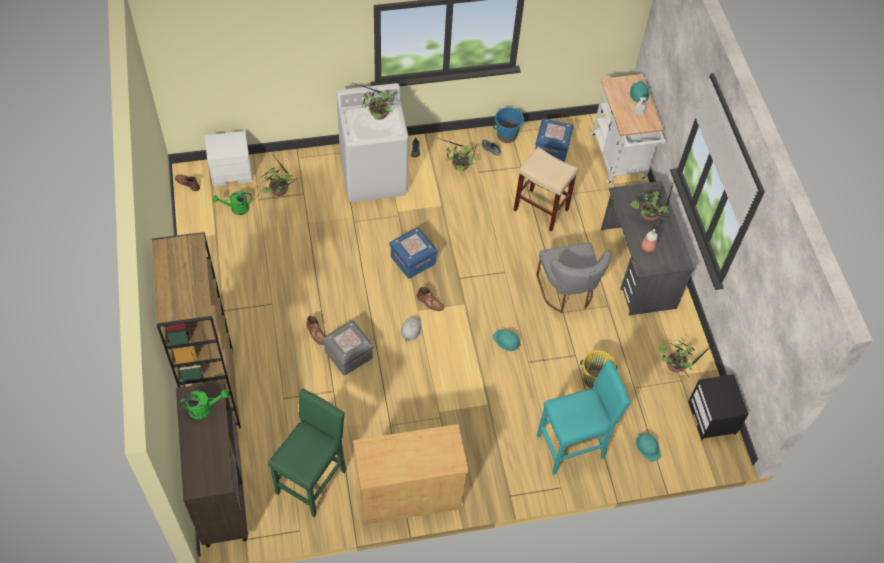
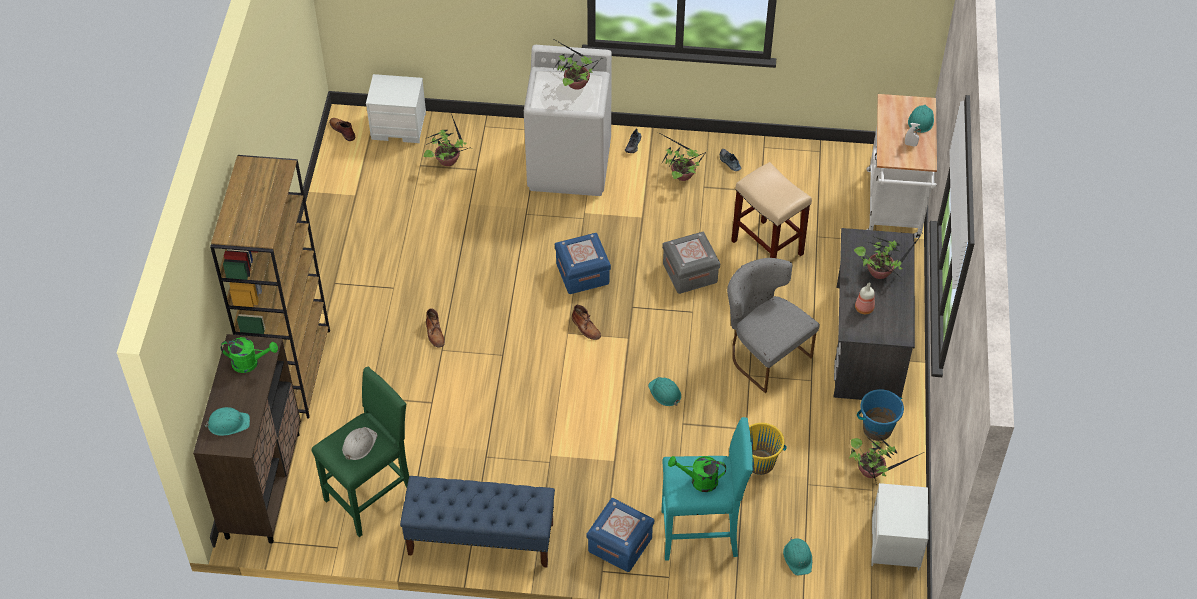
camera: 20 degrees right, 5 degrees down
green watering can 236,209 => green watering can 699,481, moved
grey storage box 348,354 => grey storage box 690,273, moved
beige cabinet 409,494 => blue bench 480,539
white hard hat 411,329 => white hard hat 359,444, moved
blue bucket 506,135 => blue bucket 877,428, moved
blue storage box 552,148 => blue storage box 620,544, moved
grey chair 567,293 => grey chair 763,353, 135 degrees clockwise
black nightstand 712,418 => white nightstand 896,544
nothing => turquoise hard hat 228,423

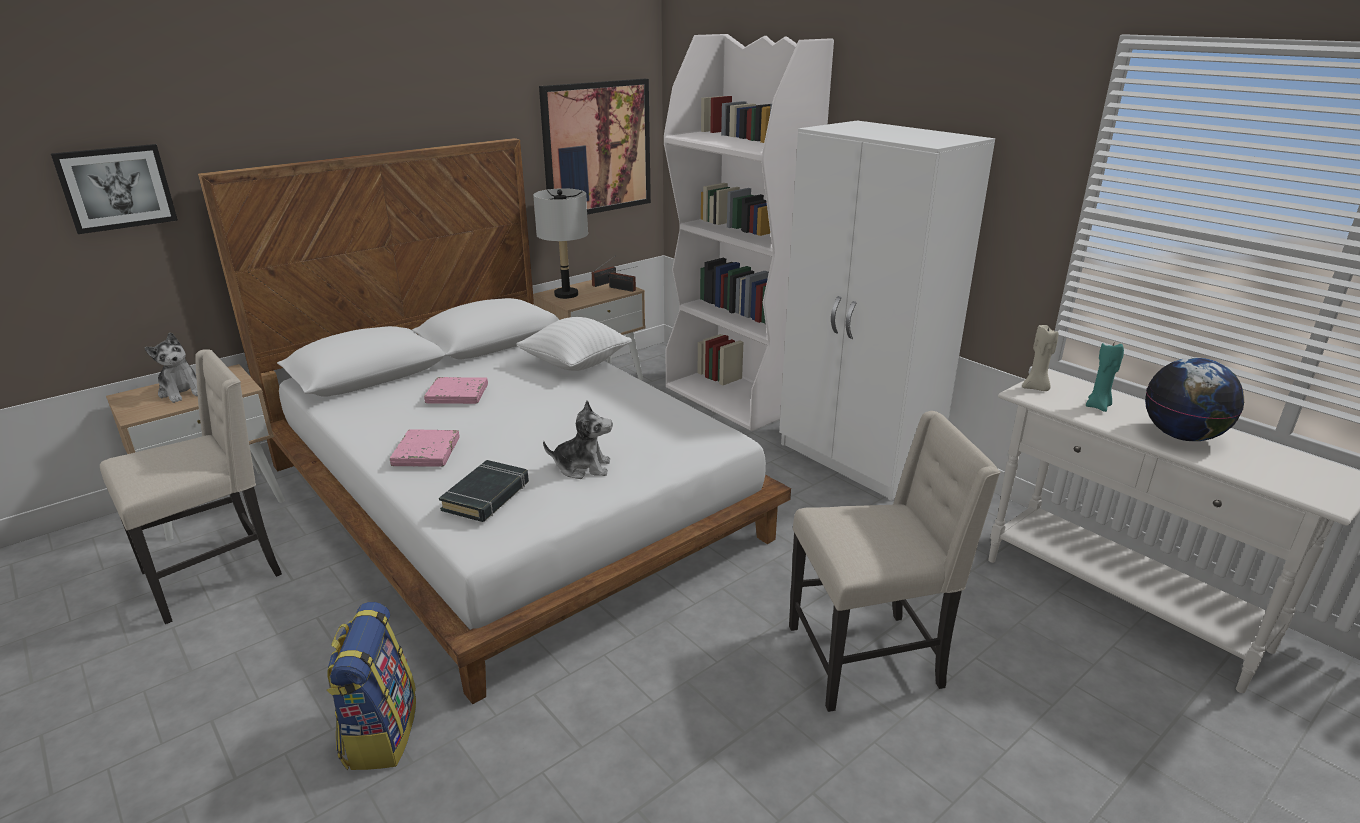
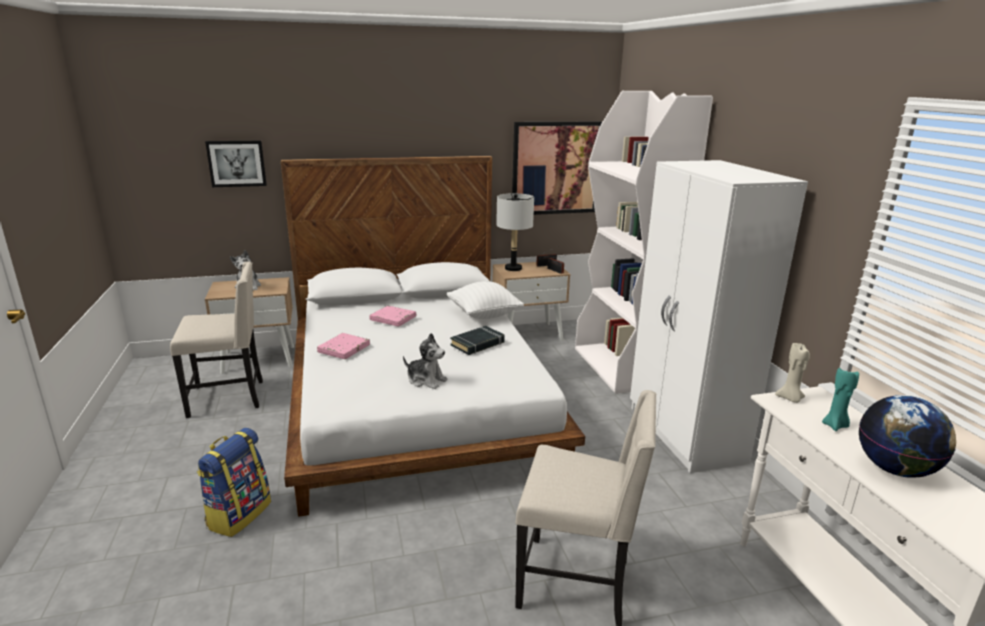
camera: 25 degrees right, 5 degrees down
black book 486,496 => black book 478,344, moved

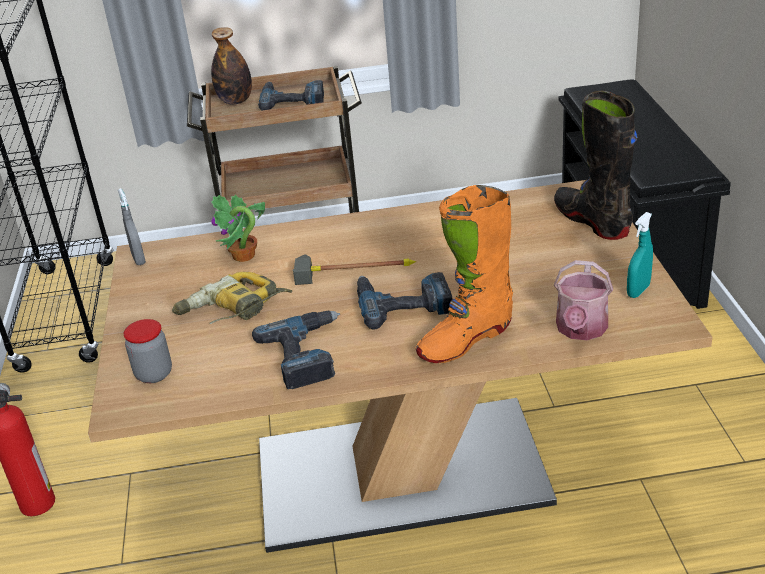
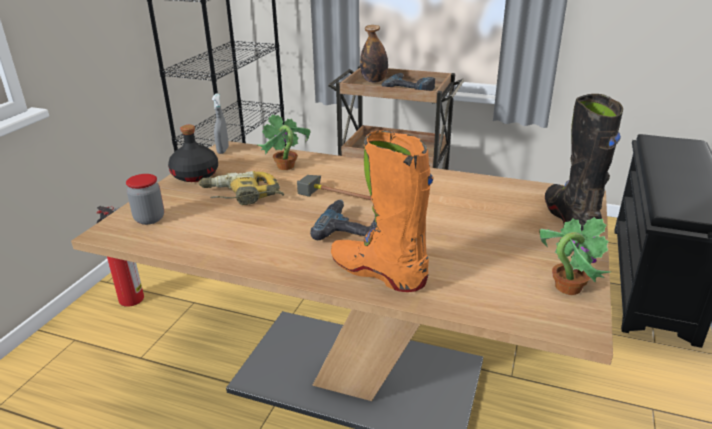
camera: 25 degrees right, 5 degrees down
power drill 307,354 => nothing
orange boot 465,340 => orange boot 378,273, 45 degrees clockwise
watering can 580,330 => nothing
turquoise spray bottle 638,291 => potted plant 567,287
nothing => black bottle 196,175

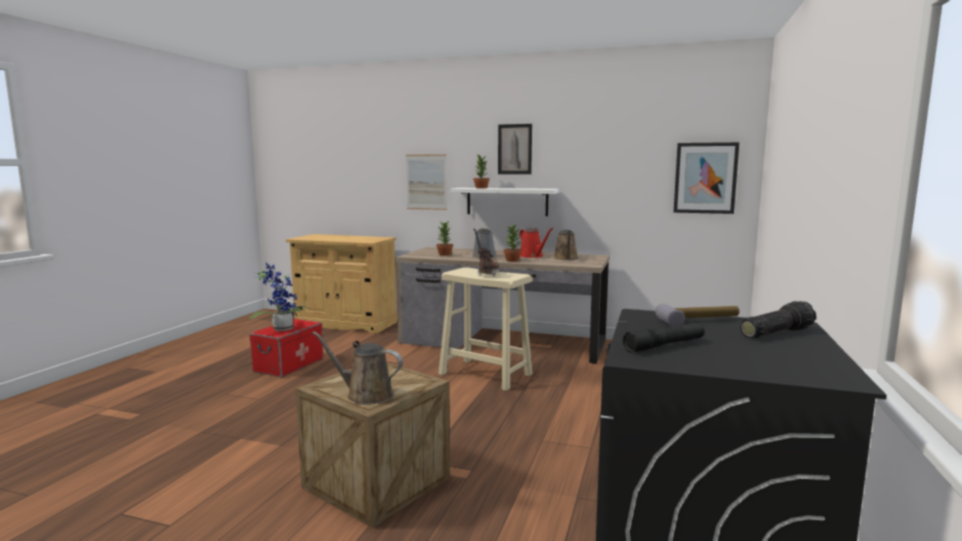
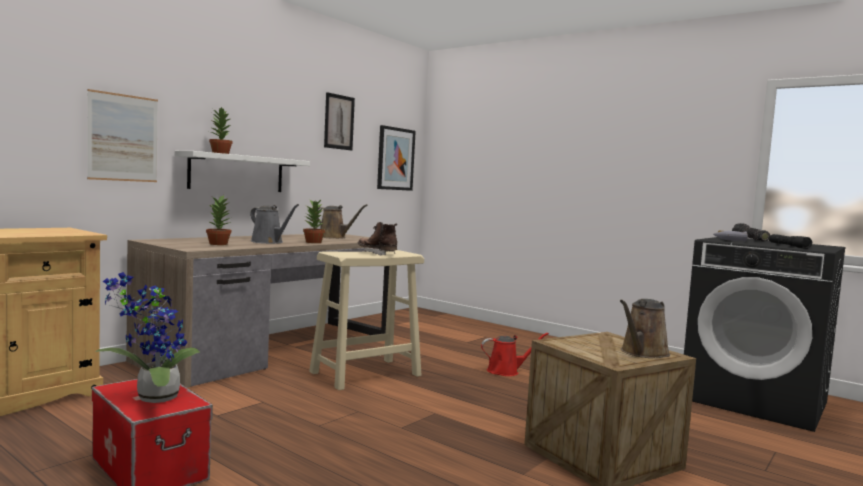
camera: 70 degrees left, 5 degrees down
picture 515,149 => picture 339,122, moved
red watering can 532,256 => red watering can 506,371, moved

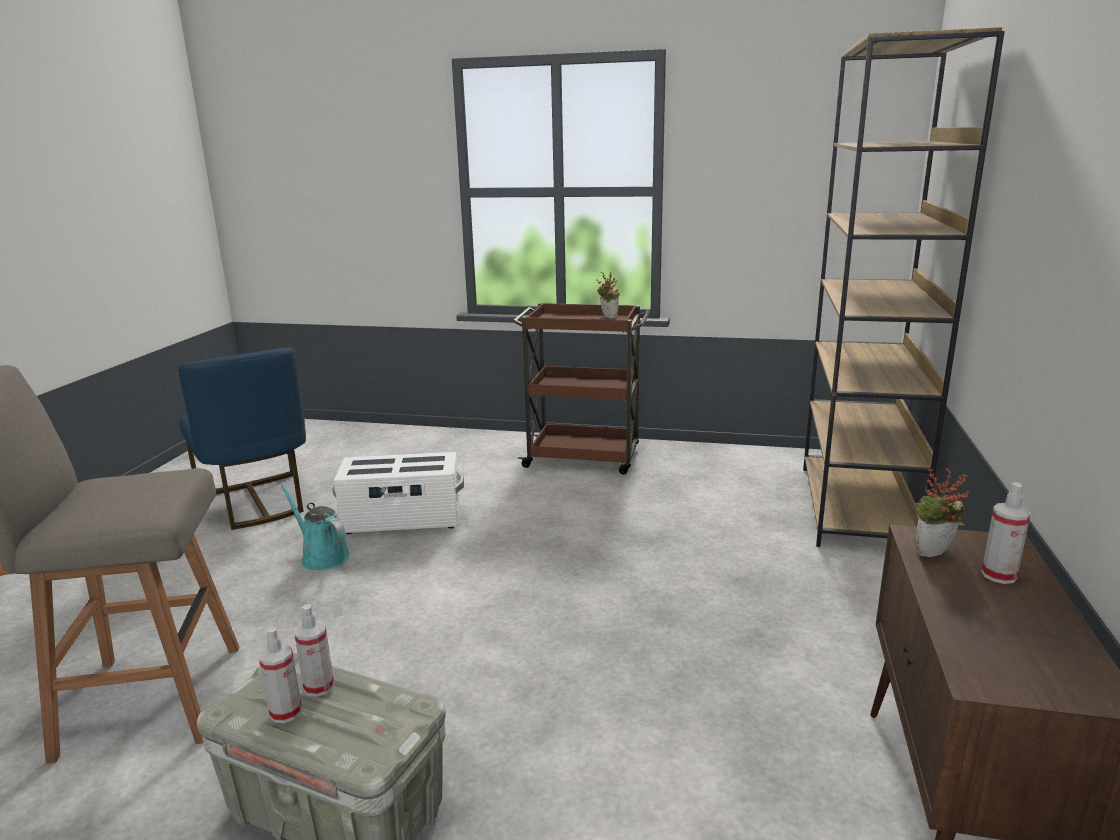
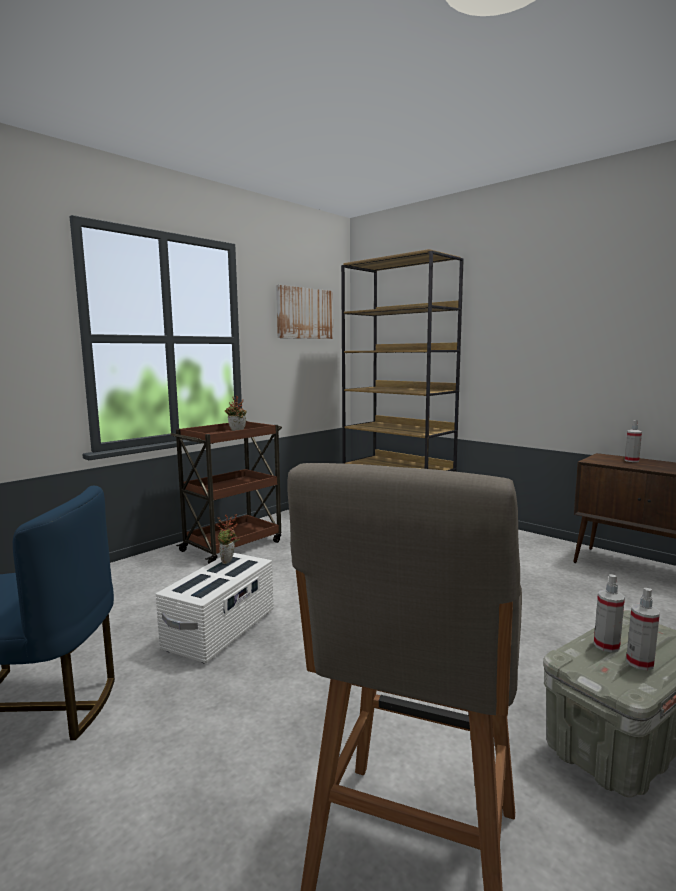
camera: 60 degrees left, 10 degrees down
turquoise watering can 322,556 => nothing
potted plant 933,555 => potted plant 229,561, moved
nothing => picture 304,313

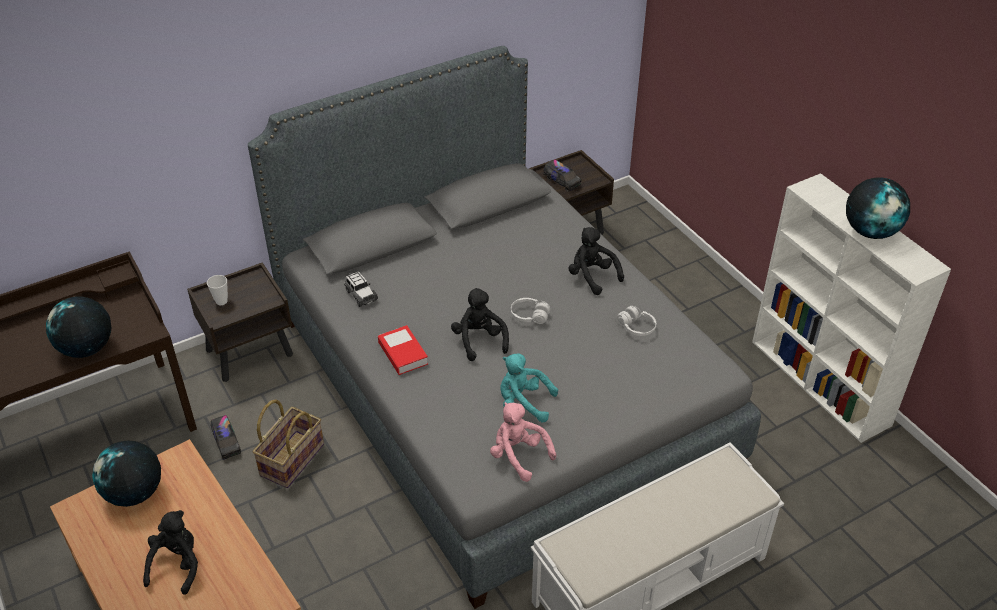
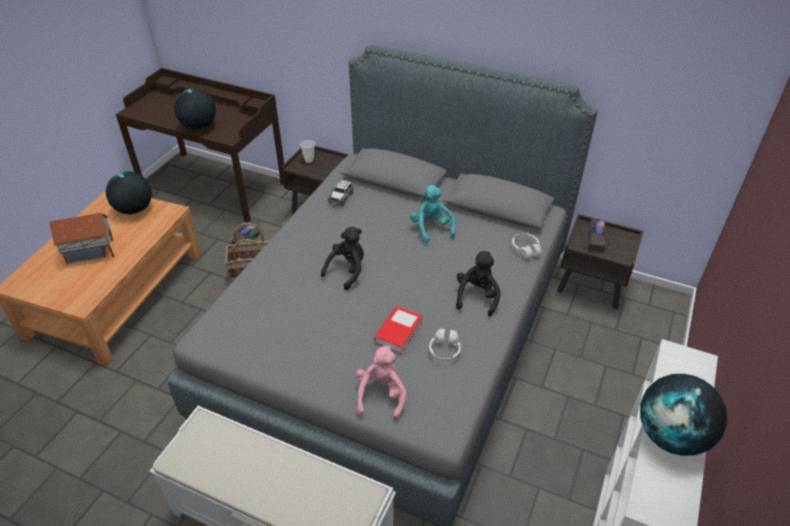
camera: 55 degrees right, 0 degrees up
black plush toy 177,565 => toy house 91,252
book 403,353 => book 398,332, moved
pink plush toy 518,455 => pink plush toy 381,395, moved
turquoise plush toy 523,403 => turquoise plush toy 431,228, moved
white headphones 529,316 => white headphones 525,249, moved

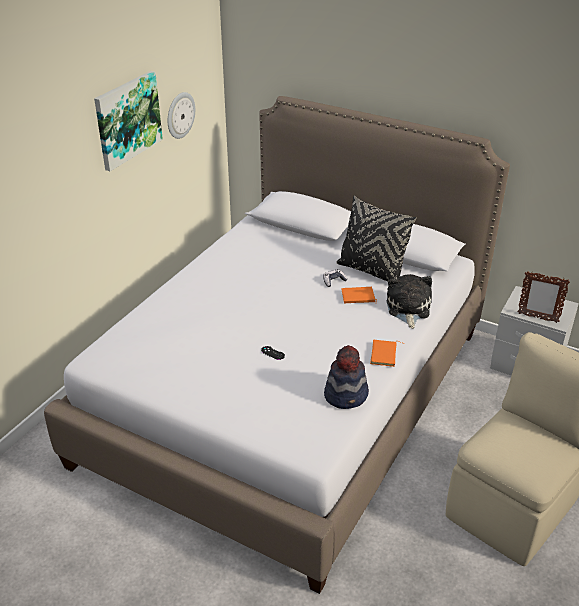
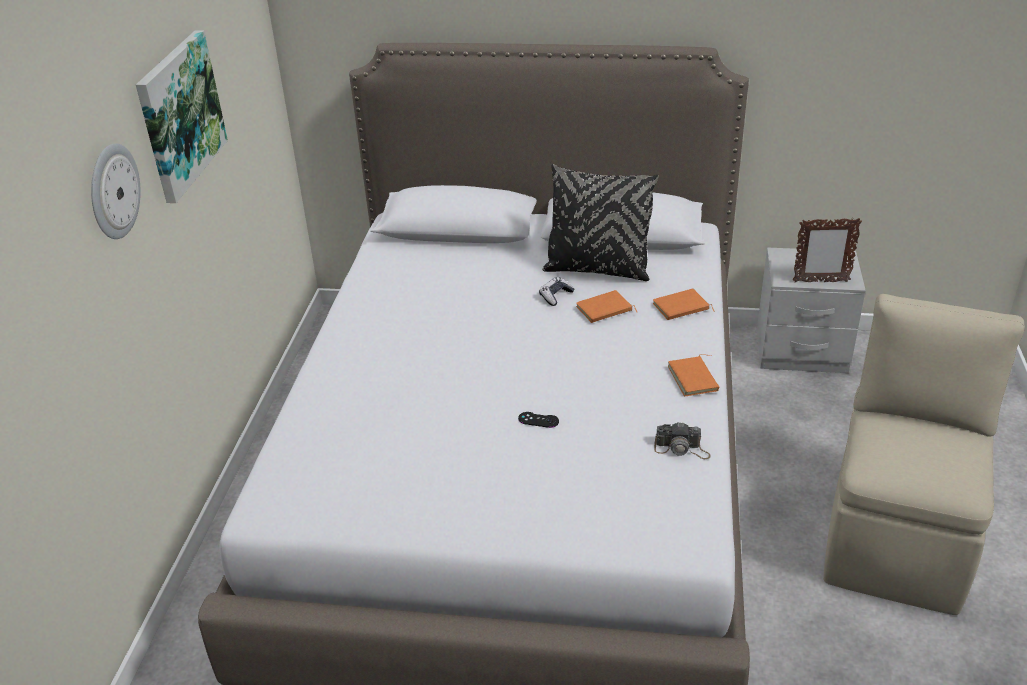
camera: 20 degrees left, 0 degrees up
wall clock 180,115 => wall clock 113,191, moved
hat 346,395 => photo camera 682,449
plush toy 408,309 => orange book 681,308

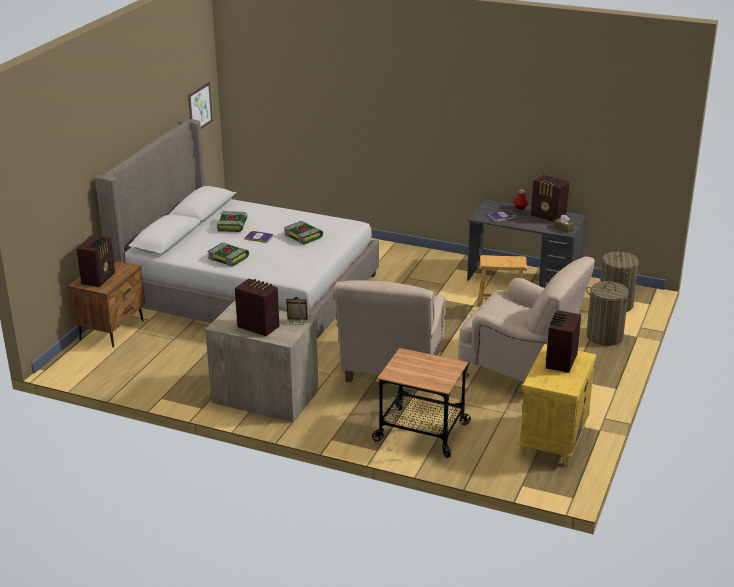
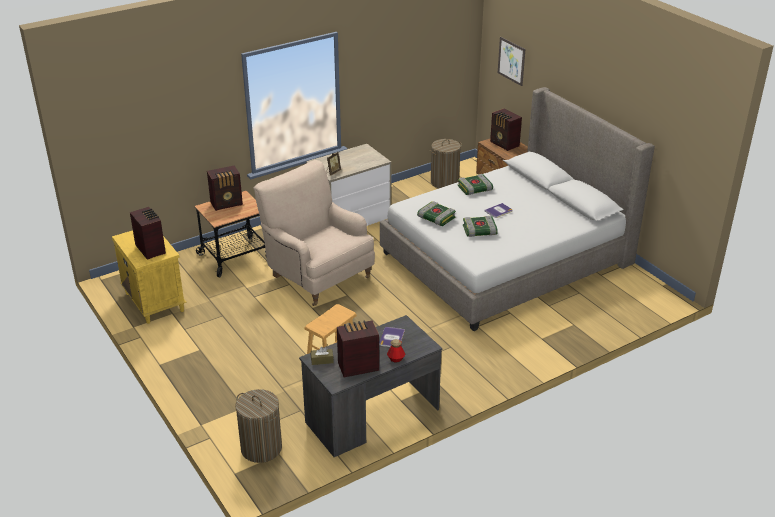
camera: 125 degrees right, 5 degrees up
picture 200,108 => picture 511,61, moved
book 232,226 => book 435,218, moved
radio 258,326 => radio 227,204, moved
beige armchair 521,369 => nothing
laundry basket 604,336 => laundry basket 444,182, moved

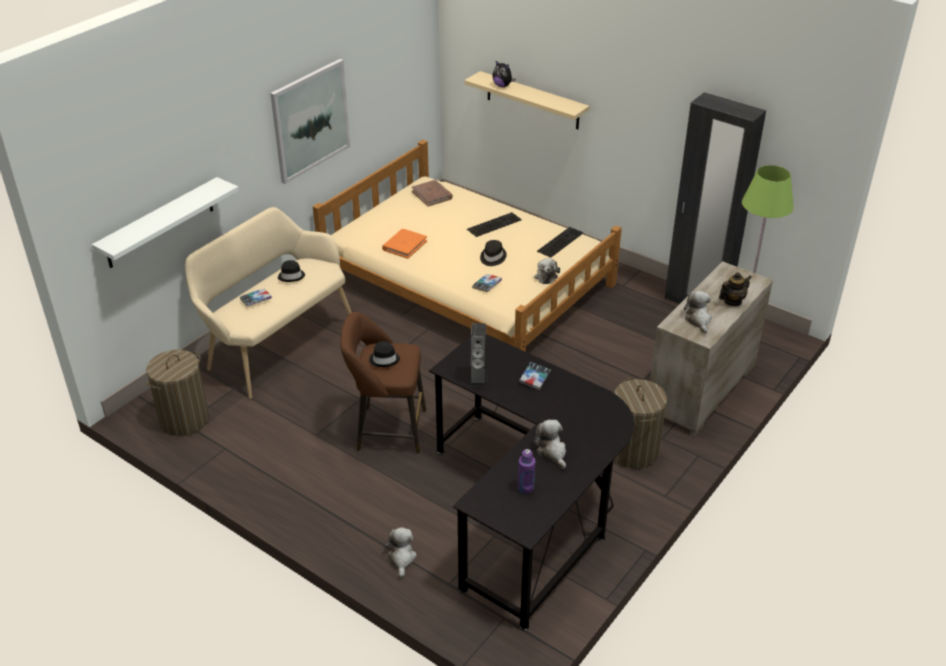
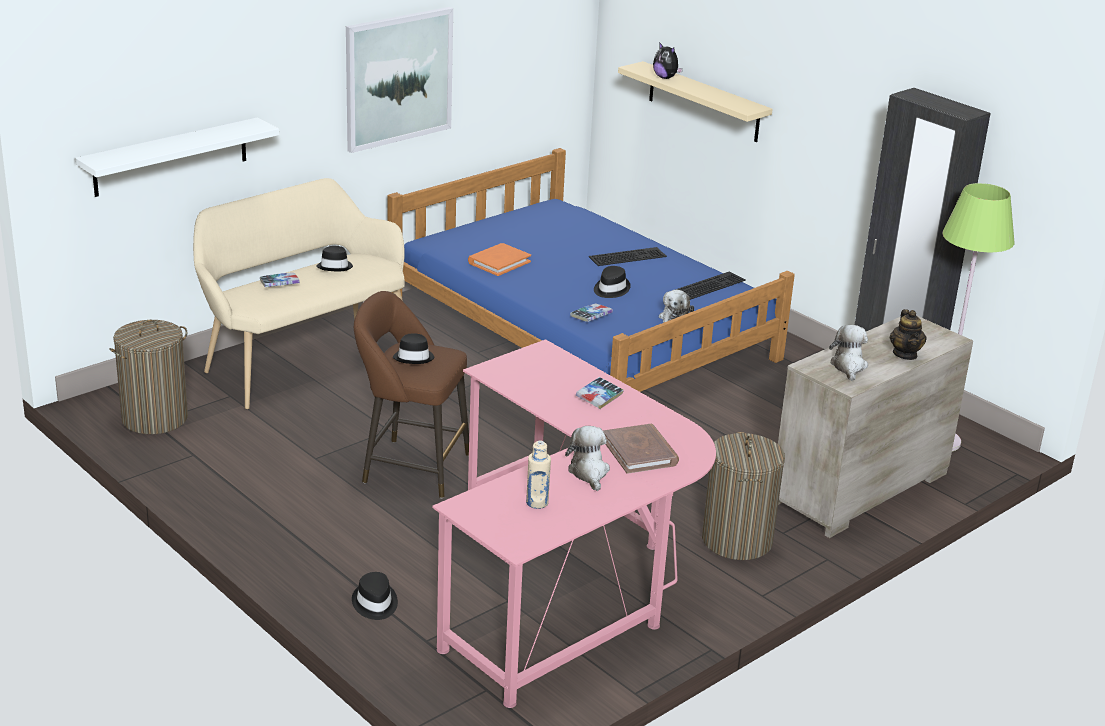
camera: 10 degrees right, 10 degrees down
beige bed 468,281 => blue bed 582,329
plush toy 401,558 => black hat 374,603
brown book 432,195 => brown book 640,452, moved
black desk 530,507 => pink desk 569,578
speaker 478,377 => nothing
purple bottle 525,488 => beige bottle 537,503
teapot 732,301 => teapot 905,354, 105 degrees clockwise

